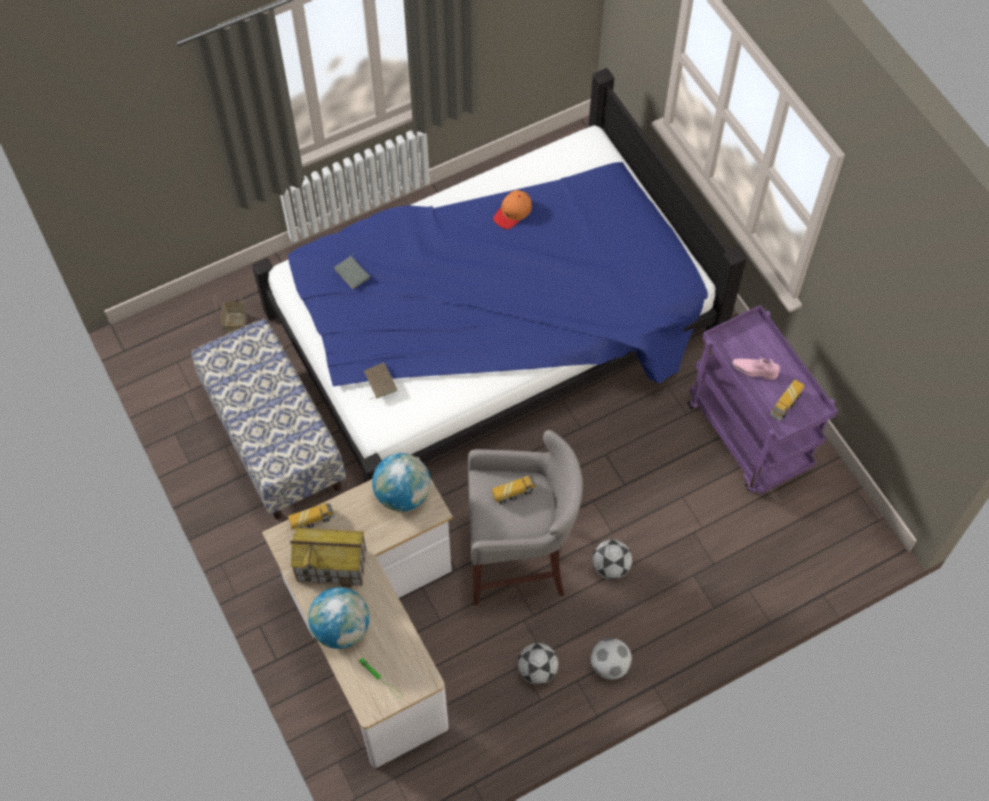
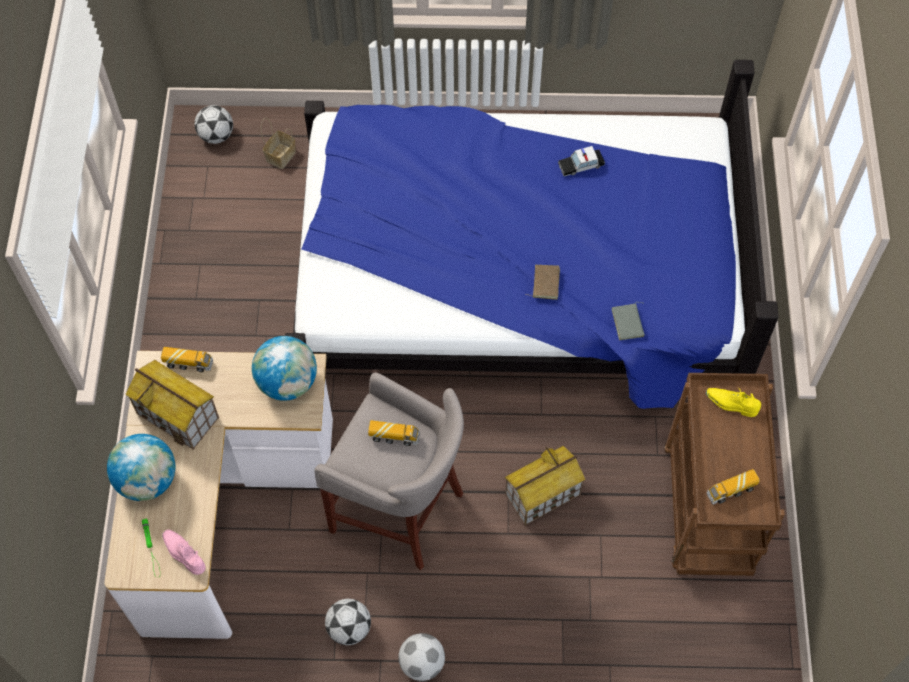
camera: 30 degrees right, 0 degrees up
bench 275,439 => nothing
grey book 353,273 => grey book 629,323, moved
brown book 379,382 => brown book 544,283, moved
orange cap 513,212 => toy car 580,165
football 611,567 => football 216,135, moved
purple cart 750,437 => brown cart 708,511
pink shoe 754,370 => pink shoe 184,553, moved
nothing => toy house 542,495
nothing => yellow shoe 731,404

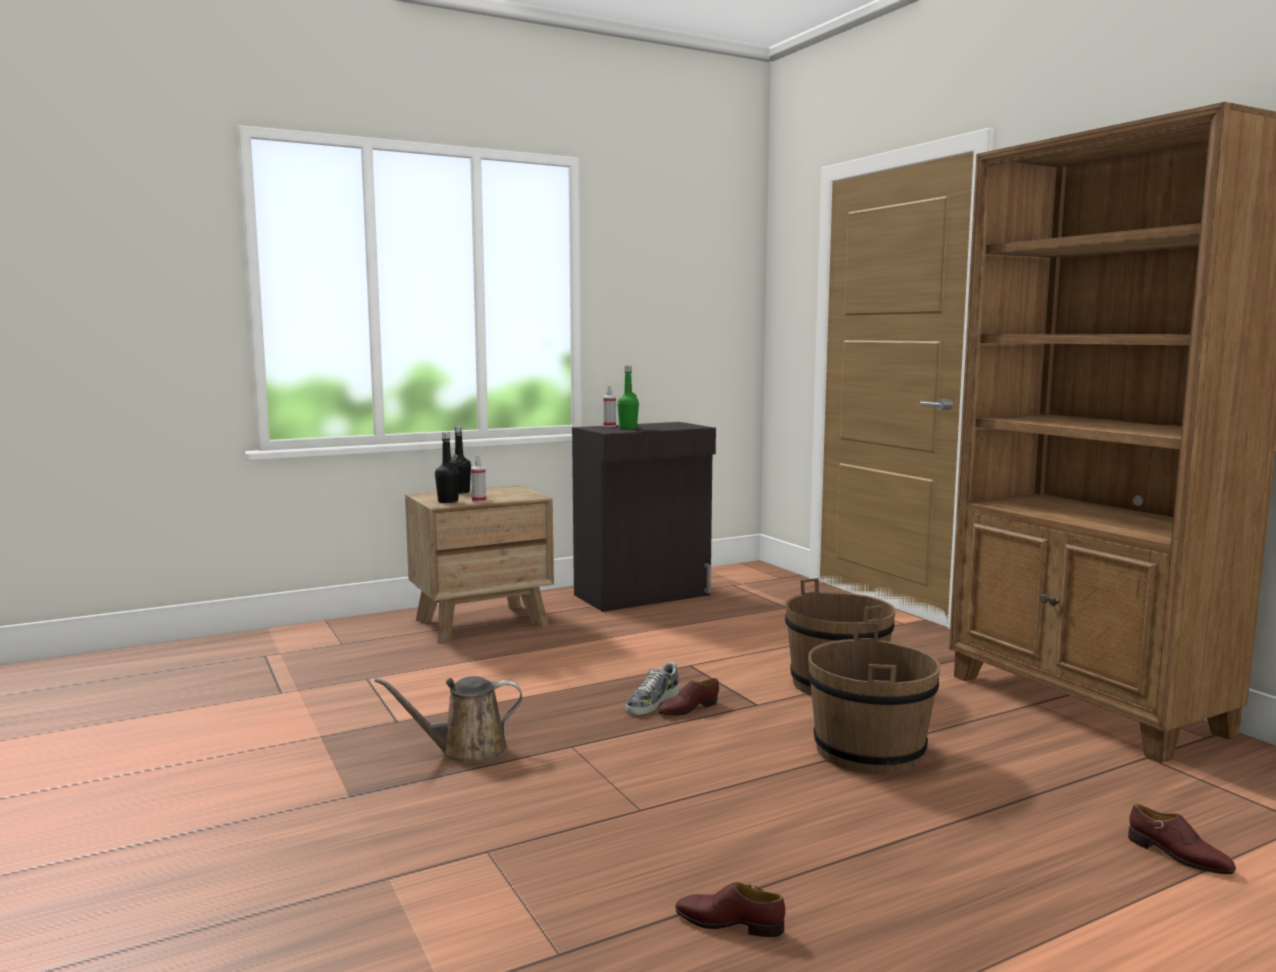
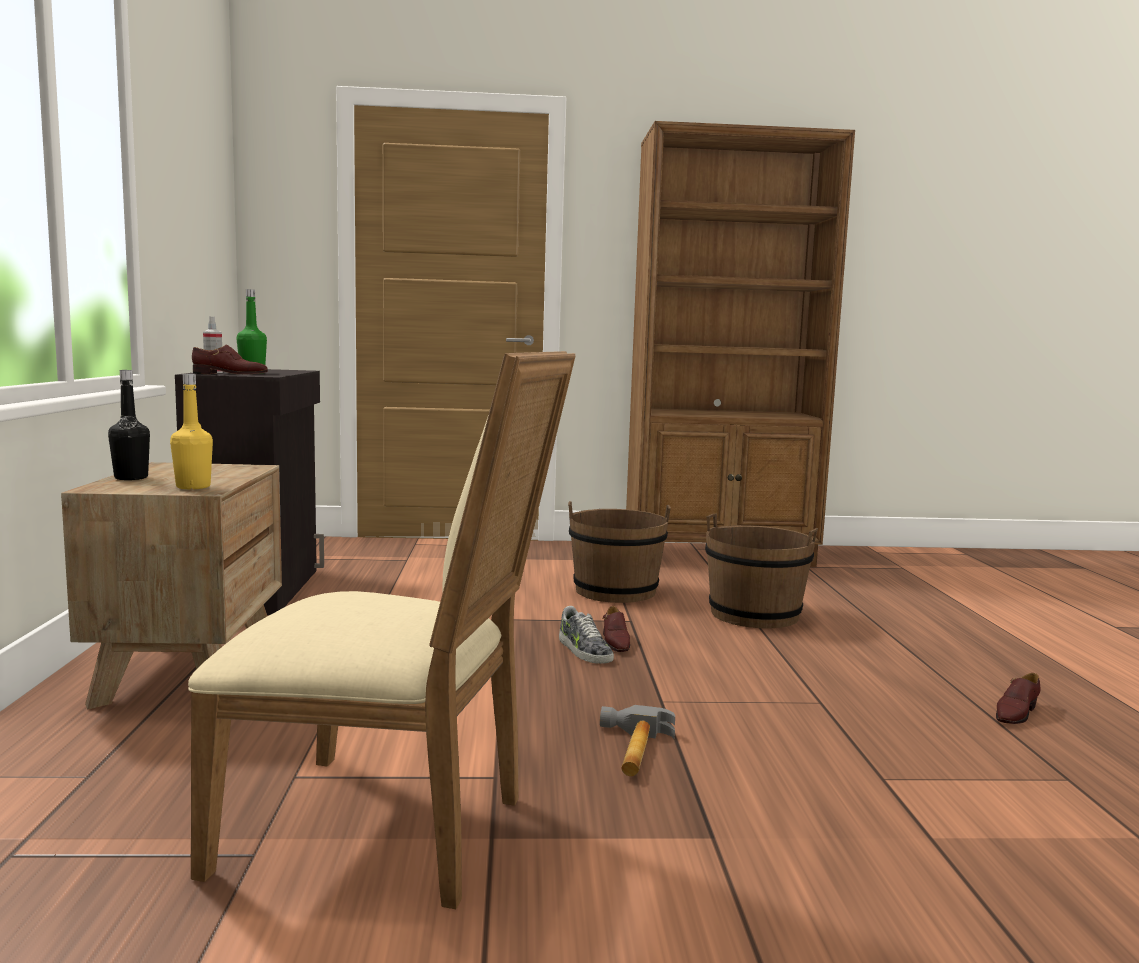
camera: 65 degrees left, 0 degrees up
brown watering can 466,751 => hammer 631,751
black bottle 448,501 => yellow bottle 193,487
spray bottle 479,501 => nothing
brown shoe 1179,856 => brown shoe 230,374, moved
nothing => beige chair 391,832

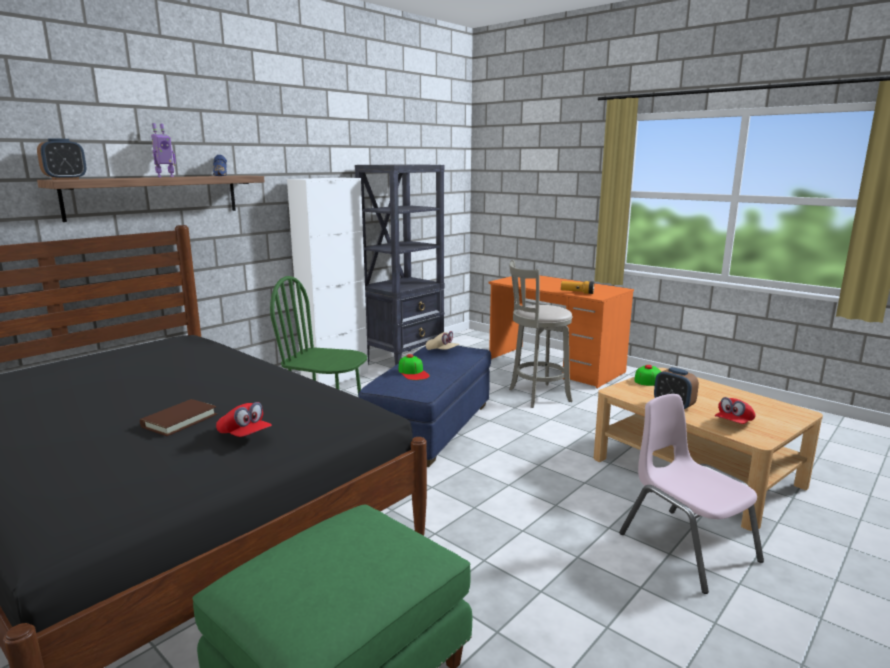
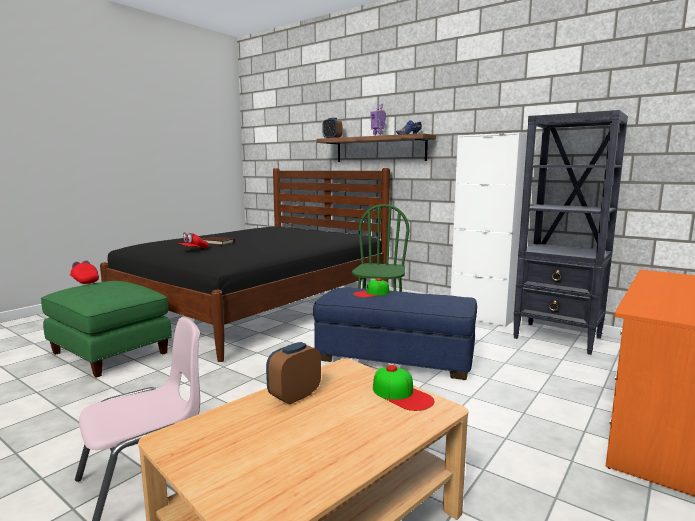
camera: 85 degrees right, 5 degrees down
beige cap 442,351 => nothing
grey stool 536,396 => nothing
flashlight 577,292 => nothing
red cap 733,423 => red cap 84,281, moved

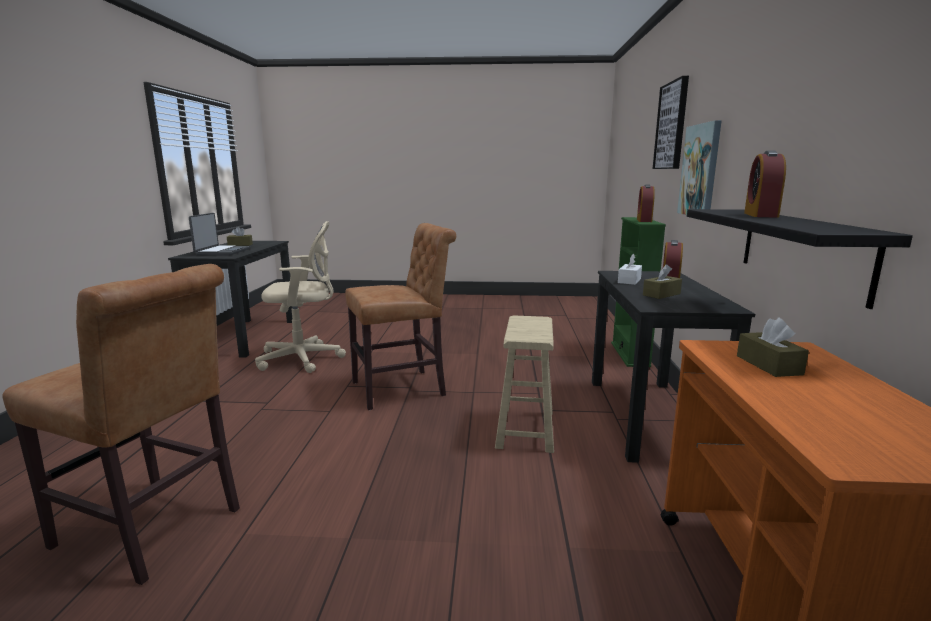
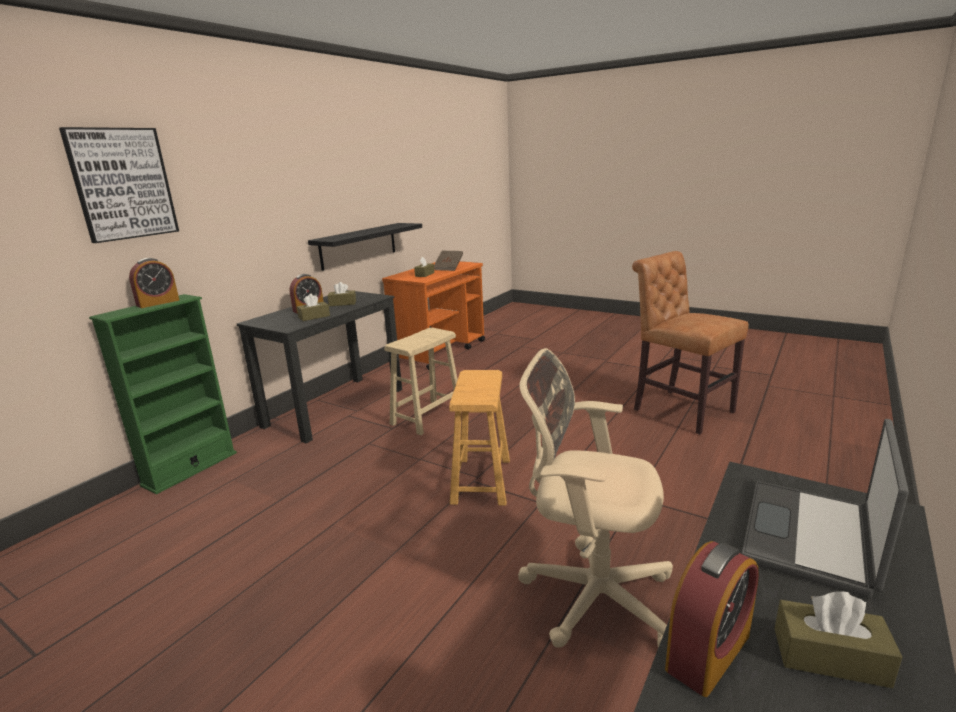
camera: 150 degrees left, 5 degrees up
brown chair 403,388 => brown stool 481,481
white tissue box 629,281 => brown tissue box 314,317
picture 700,170 => nothing
alarm clock 760,215 => alarm clock 708,652, moved
nothing => brown book 449,268

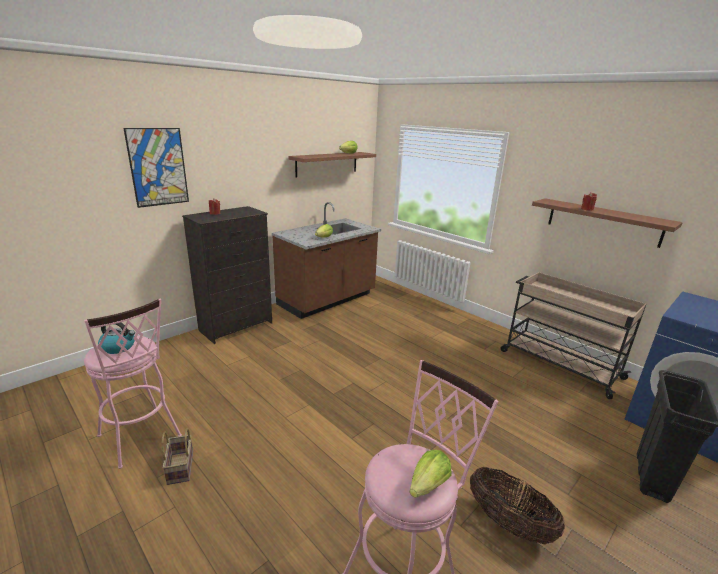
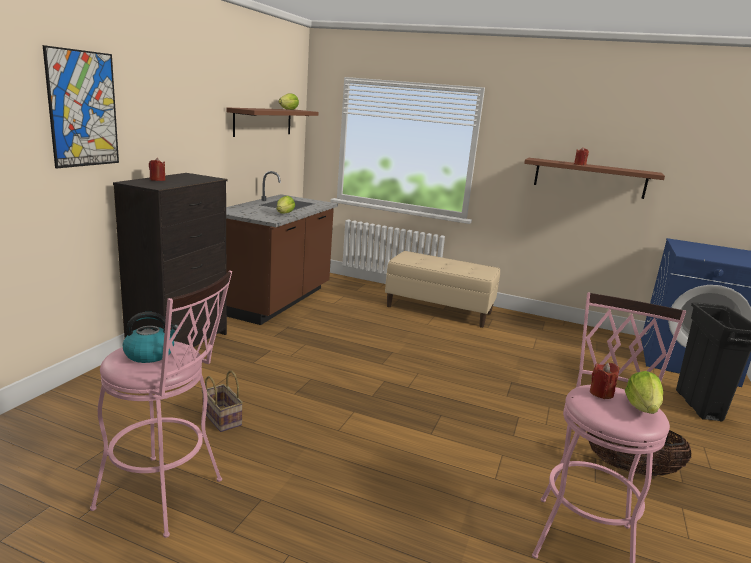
camera: 25 degrees left, 5 degrees down
basket 181,468 => basket 223,418, moved
beige cart 558,364 => nothing
nothing => beige bench 439,310
nothing => red candle 601,393

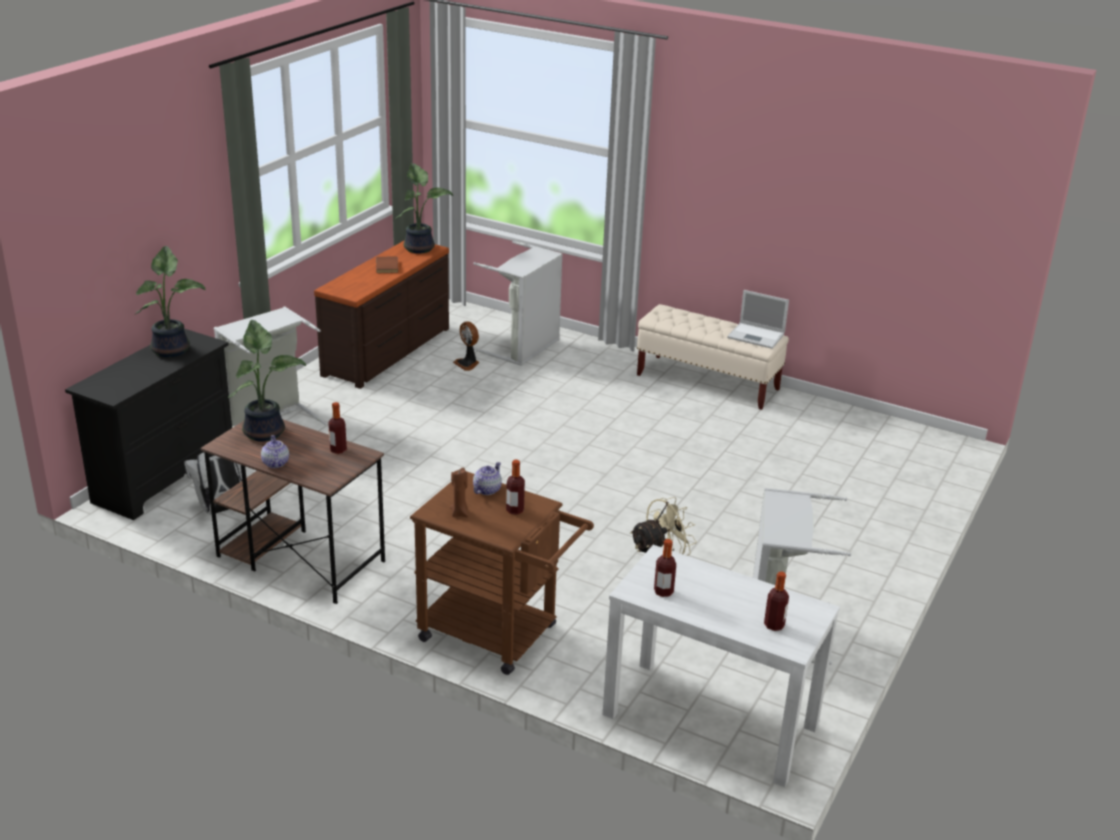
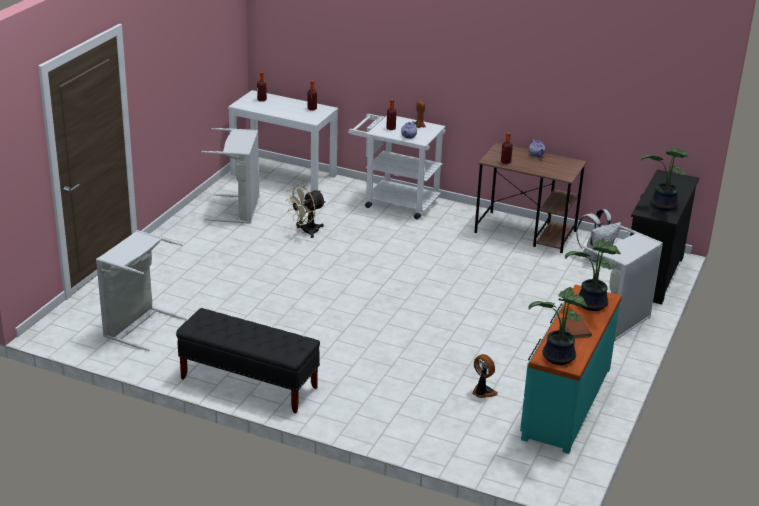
camera: 175 degrees right, 0 degrees up
potted plant 266,431 => potted plant 591,305, moved
brown dresser 388,352 => turquoise dresser 565,402
brown cart 498,636 => white cart 395,201
grey laundry basket 524,348 => grey laundry basket 138,326, moved
beige bench 708,383 => black bench 248,383
laptop 757,336 => nothing

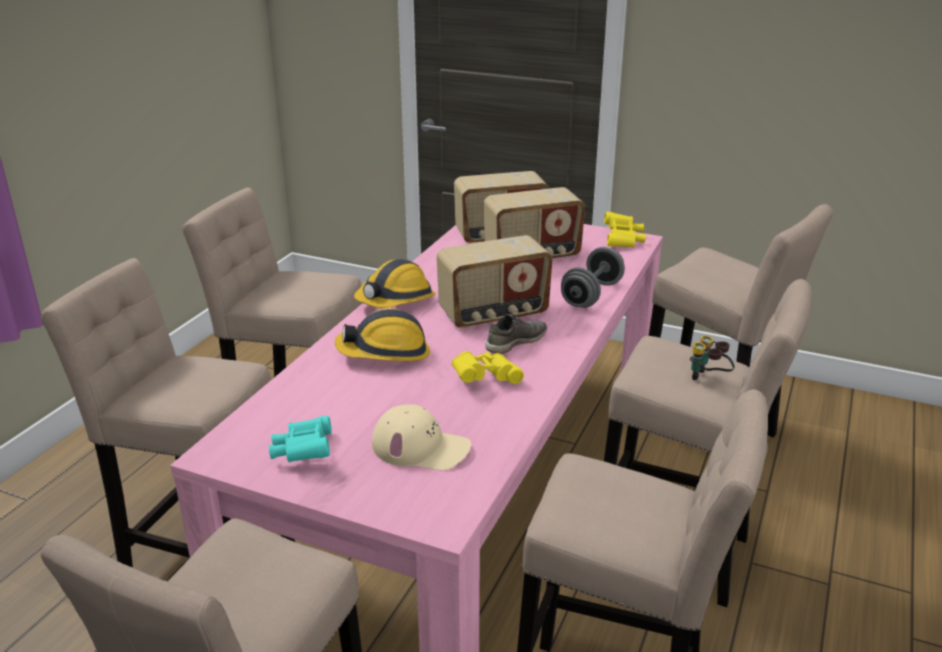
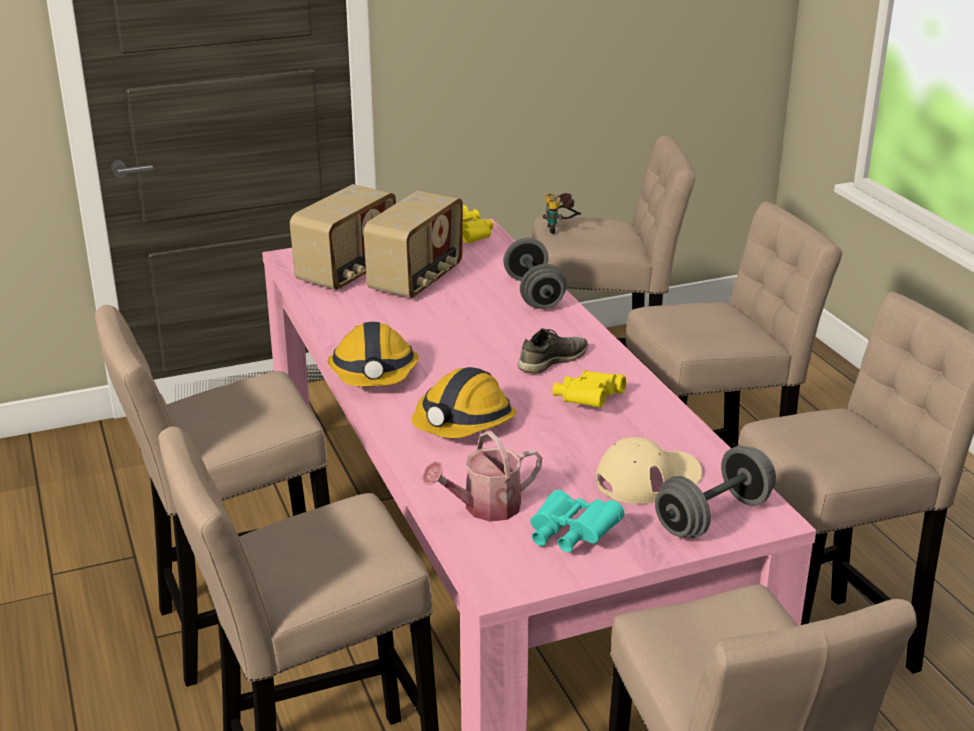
camera: 45 degrees left, 0 degrees up
radio 494,315 => nothing
grey shoe 515,342 => grey shoe 551,361, 45 degrees clockwise
binoculars 708,379 => binoculars 561,229, moved
nothing => watering can 484,508
nothing => grey dumbbell 713,517

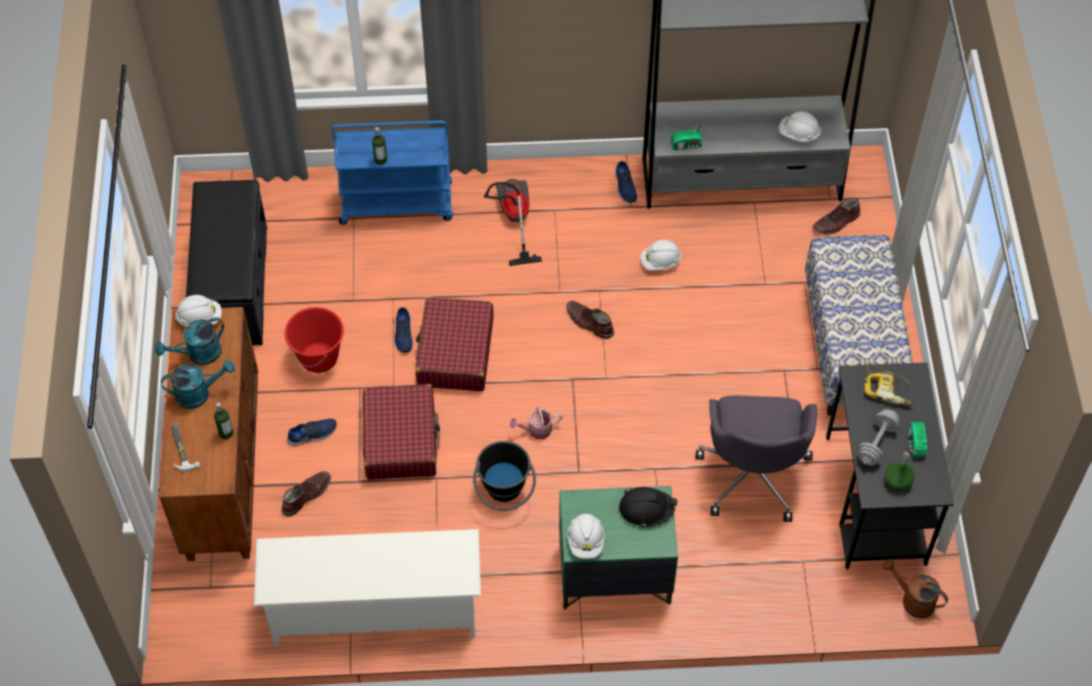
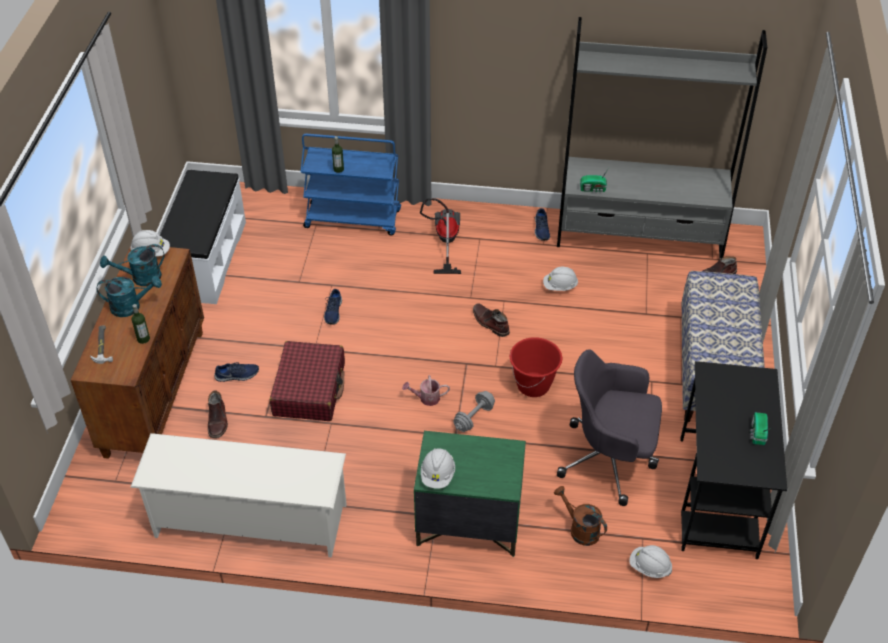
camera: 10 degrees right, 10 degrees down
black bench 232,286 => white bench 205,259
brown boot 306,495 => brown boot 218,420, 120 degrees clockwise
red bucket 319,358 => red bucket 533,385, moved
red suitcase 455,353 => nothing
black bucket 504,493 => nothing
black hard hat 646,509 => nothing
grey office chair 753,474 => grey office chair 609,459, 90 degrees clockwise
white hard hat 798,134 => white hard hat 649,567, moved
grey dumbbell 876,443 => grey dumbbell 474,417, moved
power drill 888,389 => nothing
brown watering can 912,600 => brown watering can 580,529, moved
green bottle 897,481 => nothing

